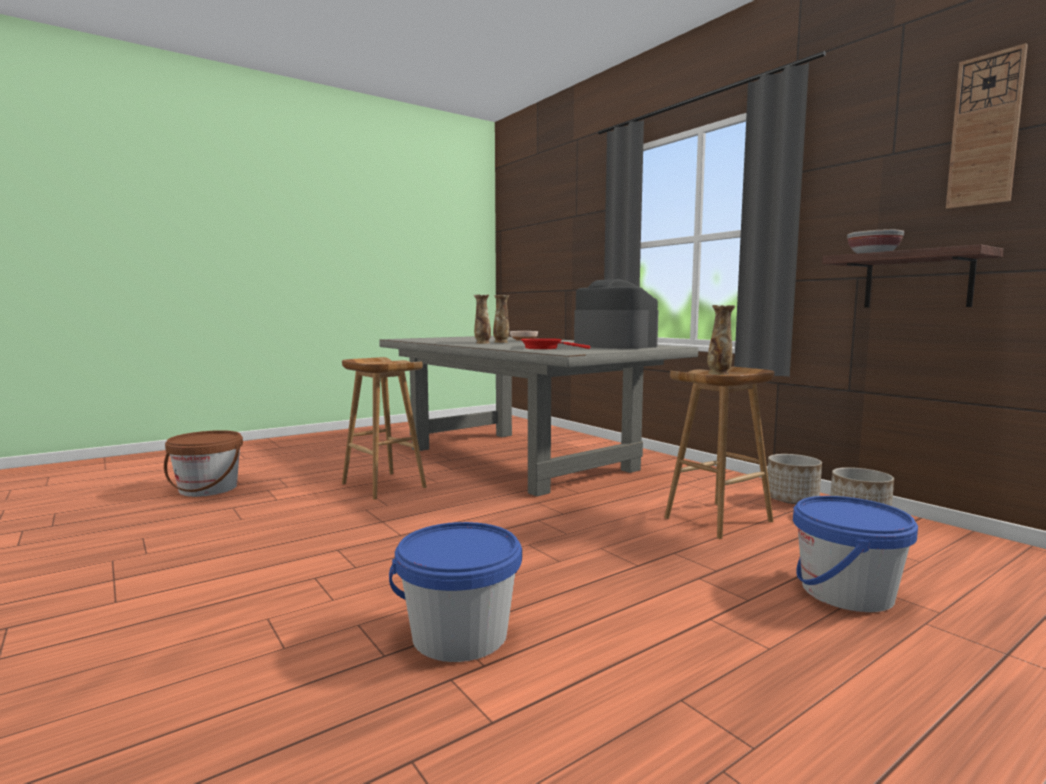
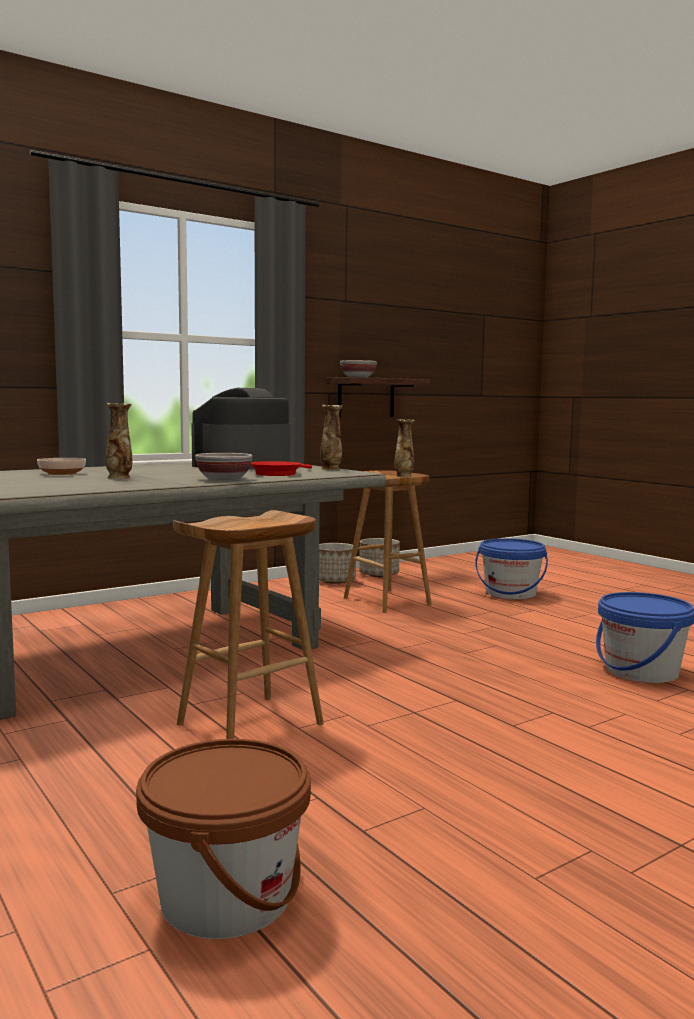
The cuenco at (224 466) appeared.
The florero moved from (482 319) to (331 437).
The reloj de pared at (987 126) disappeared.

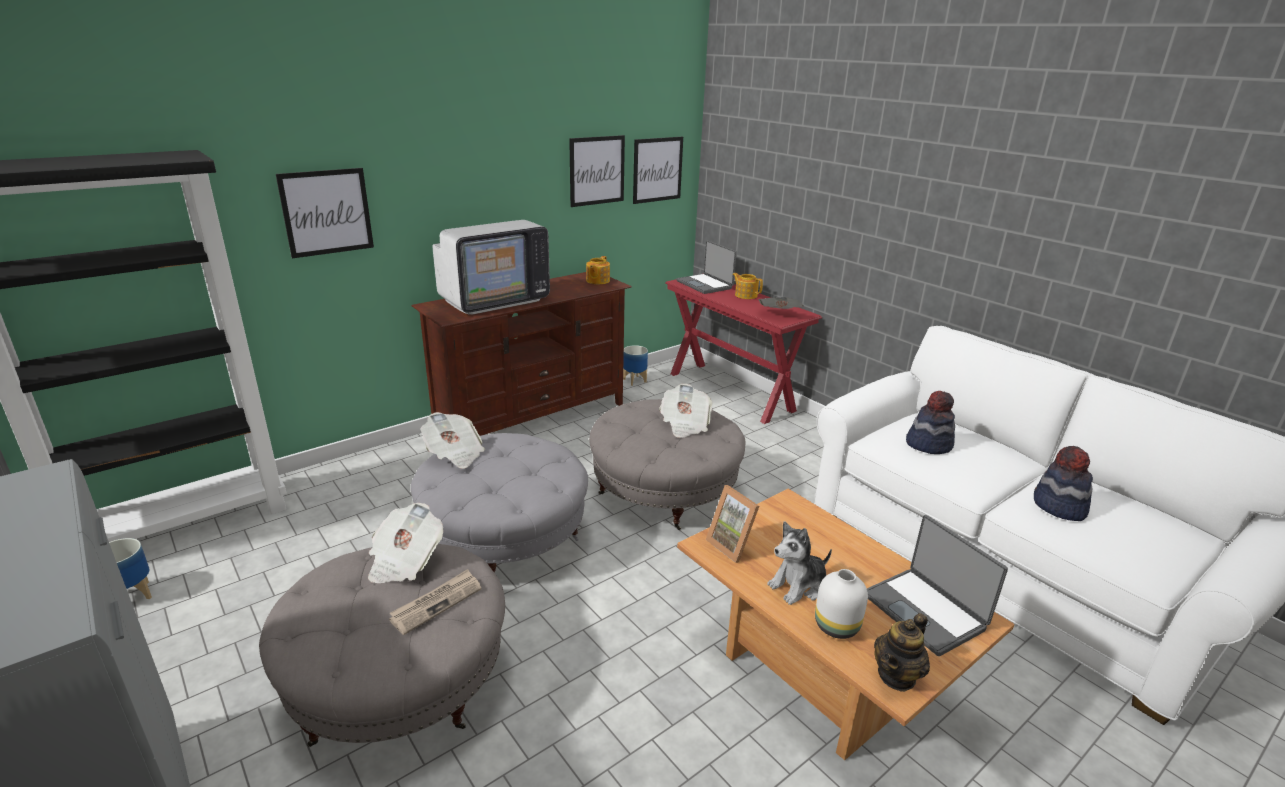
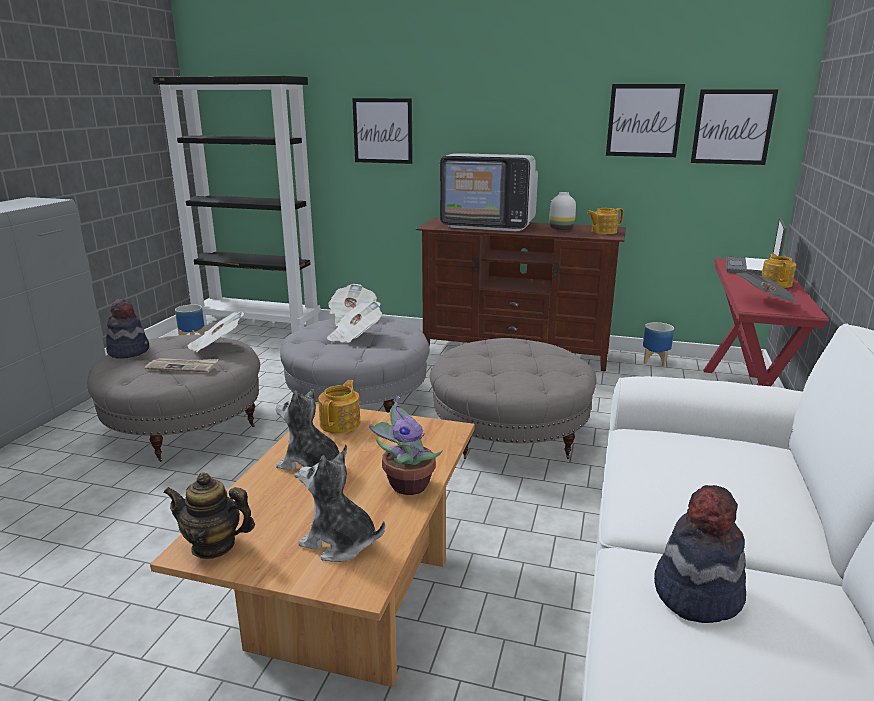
The sombrero moved from (930 422) to (127 329).
The portátil at (937 585) was replaced by the peluche at (341 506).
The portarretratos at (732 524) was replaced by the tetera at (339 407).
The periódico moved from (685 411) to (354 322).
The planta en maceta at (406 445) appeared.
The florero [blanco] moved from (841 604) to (562 211).

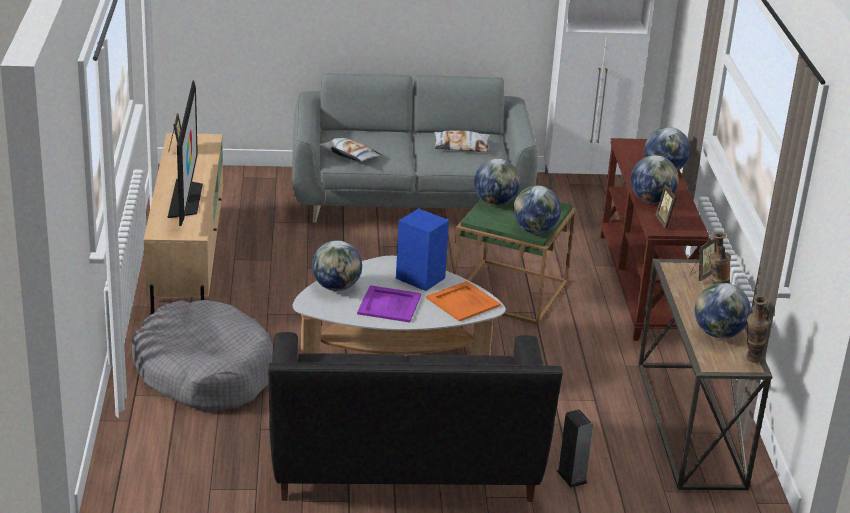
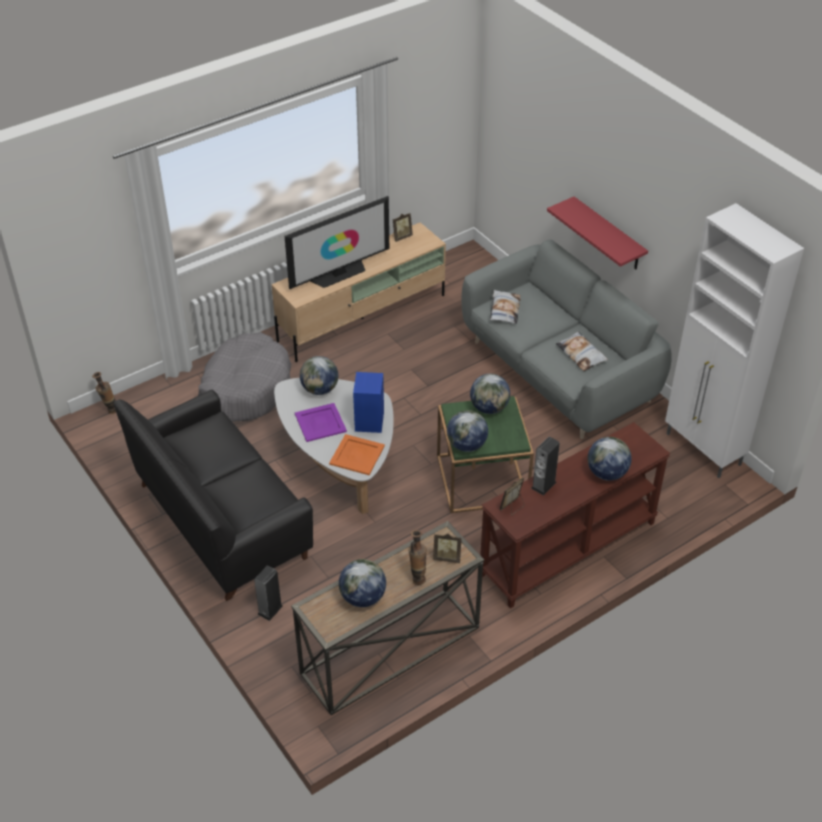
The florero moved from (758 329) to (104 393).
The globo terráqueo at (655 179) was replaced by the altavoz at (545 466).
The estante [rojo] at (597 233) appeared.

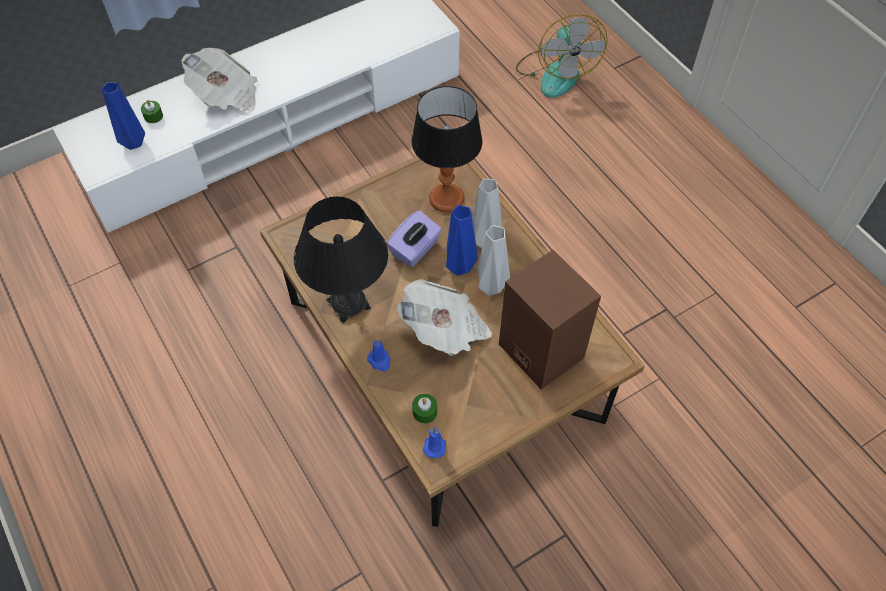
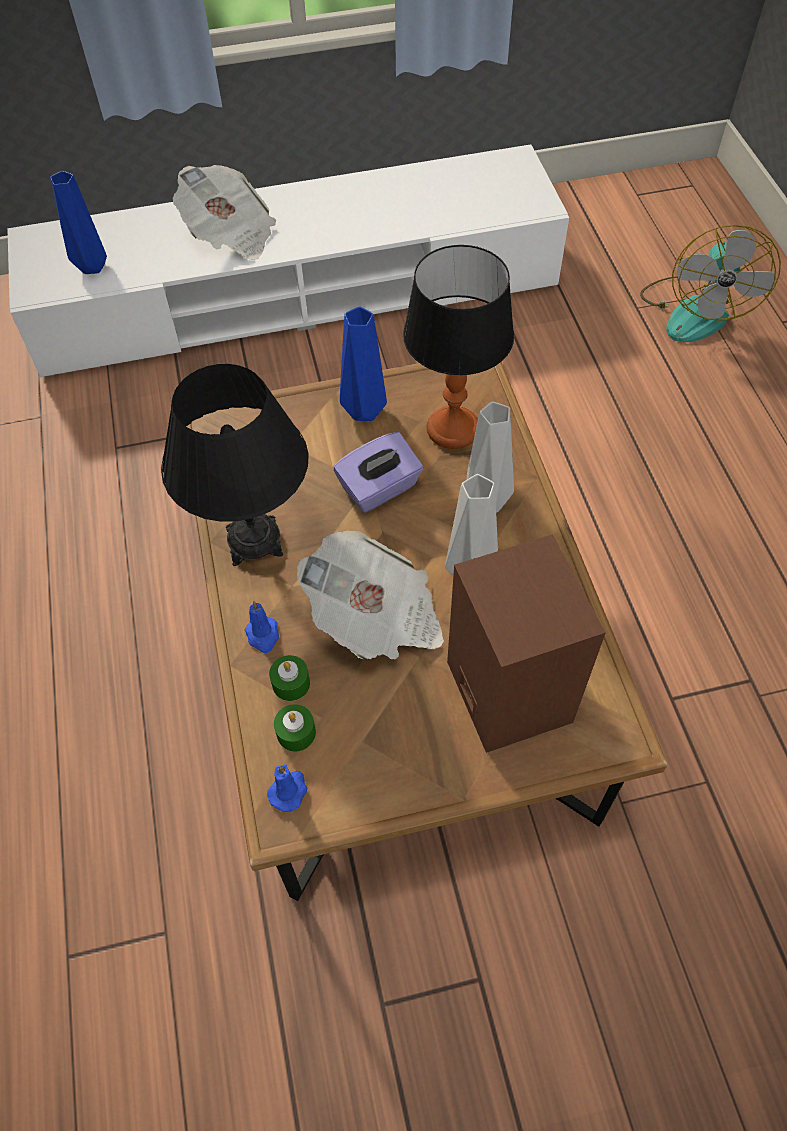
The vela [verde] moved from (152 111) to (289 678).
The florero [azul] moved from (462 240) to (363 363).

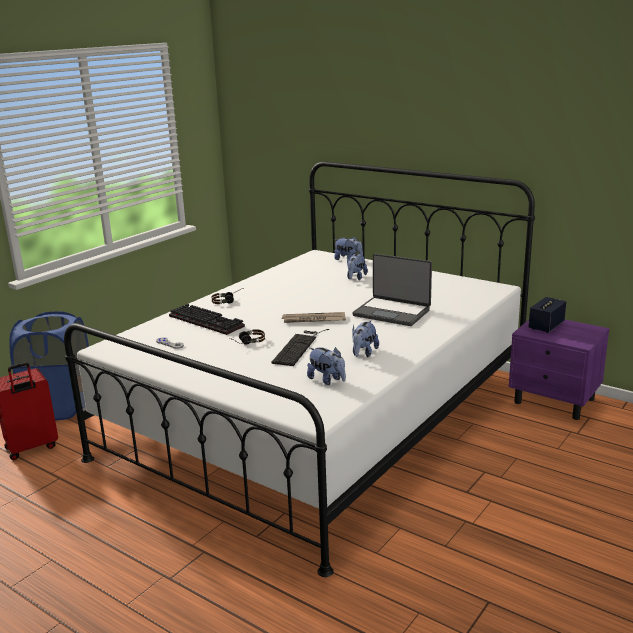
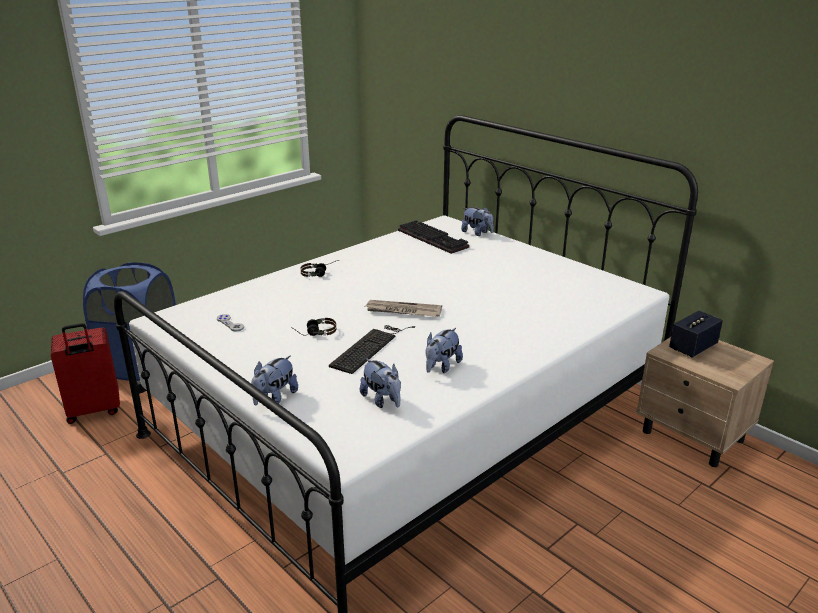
The peluche moved from (357 266) to (274 380).
The teclado moved from (207 319) to (433 237).
The mesita de noche [morado] at (559 370) became the mesita de noche [beis] at (705 402).
The portátil at (392 290) disappeared.

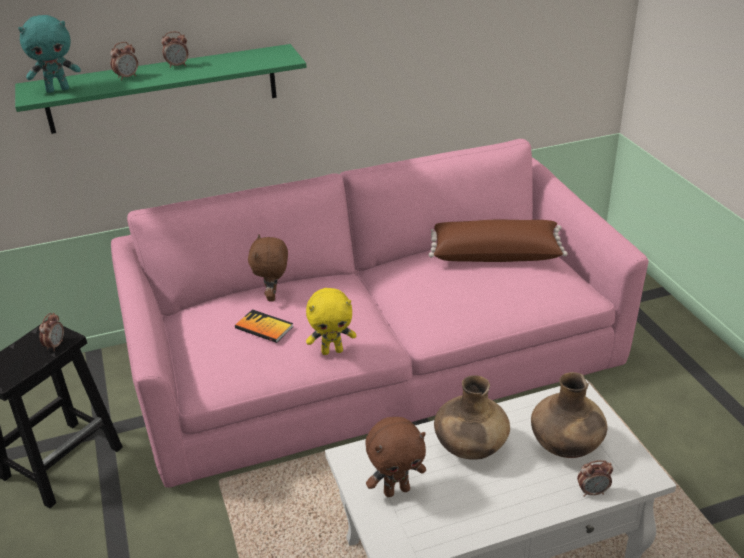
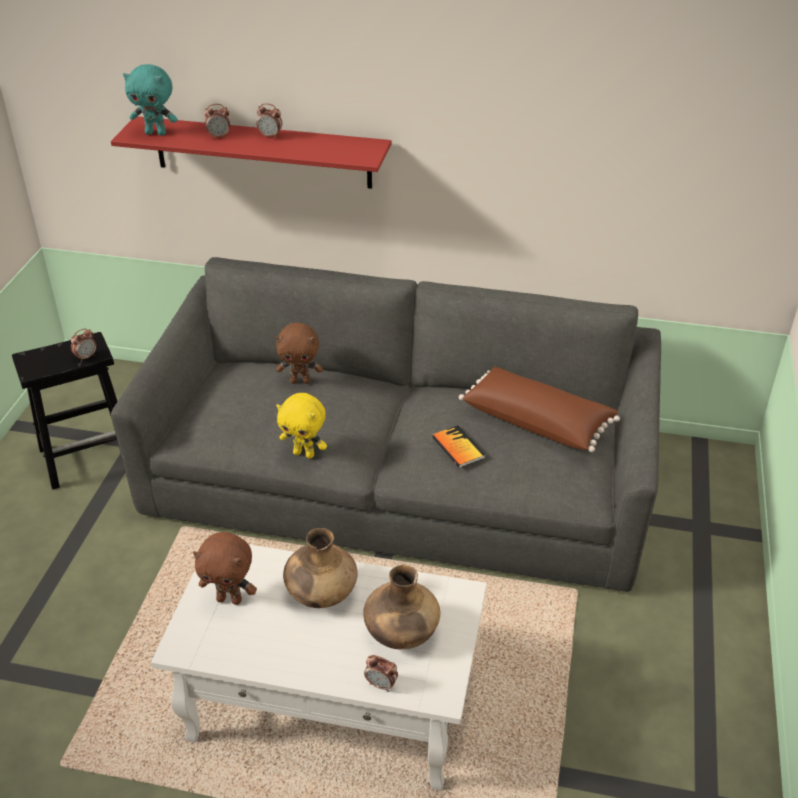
The estante [verde] at (161 89) became the estante [rojo] at (251 152).
The sofá [rosa] at (379 313) became the sofá [gris] at (386 424).
The peluche [marrón] at (268 268) turned 120 degrees counterclockwise.
The libro moved from (264 326) to (458 446).

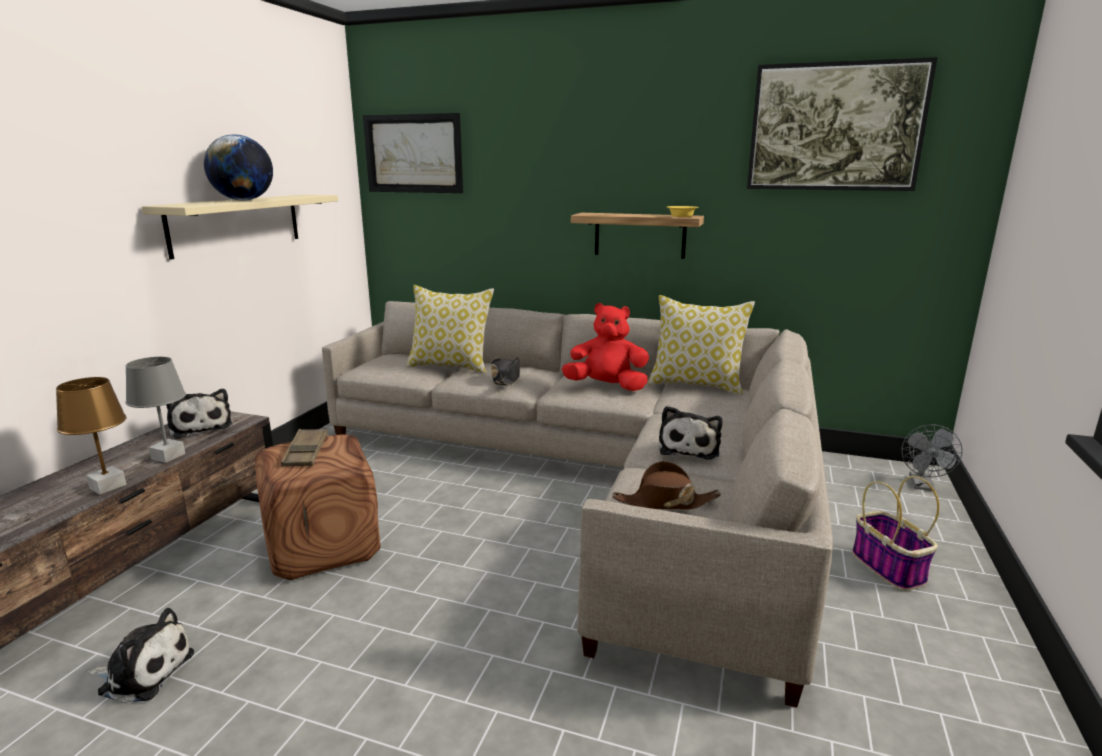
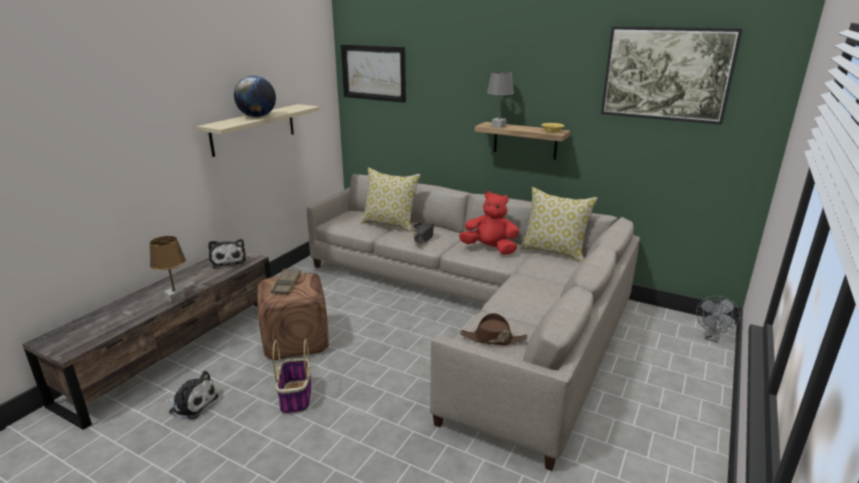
The cesta moved from (895 533) to (292 376).
The lámpara de mesa [gris] moved from (156 410) to (500 100).
The peluche at (690 433) disappeared.

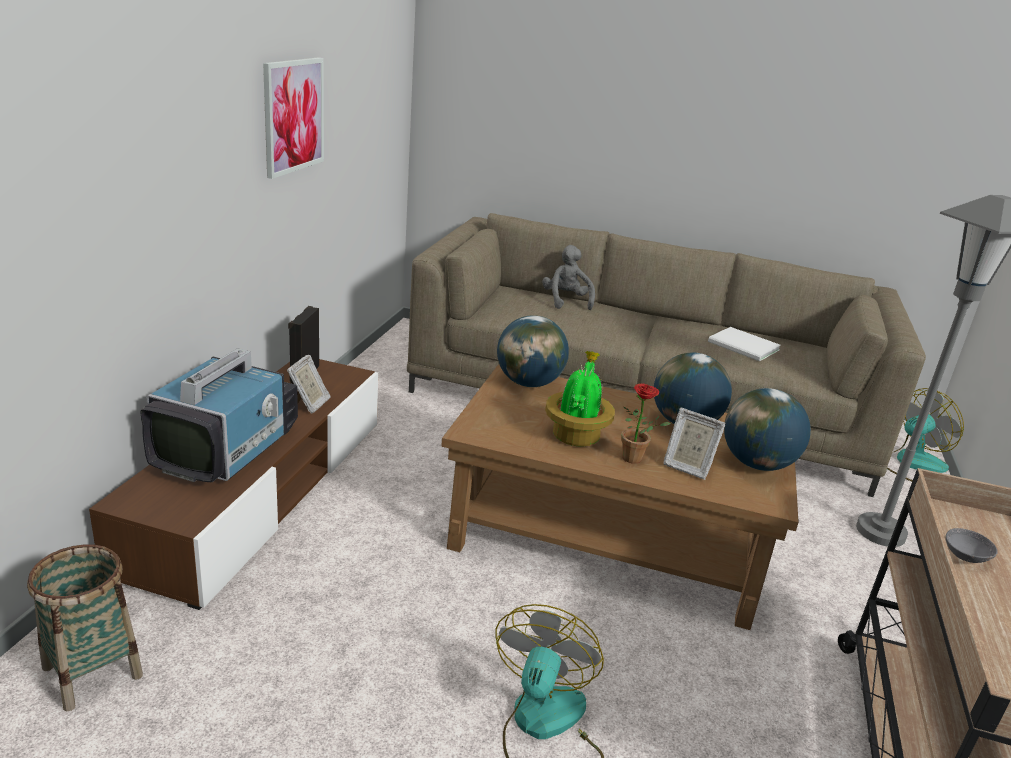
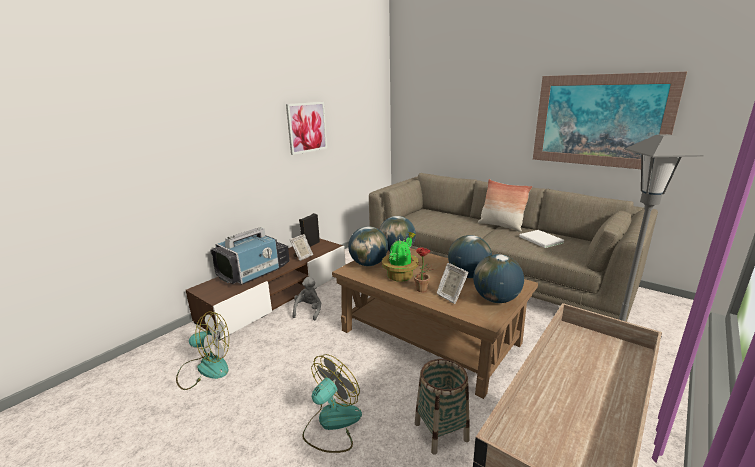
The ventilador moved from (925 435) to (202 351).
The peluche [gris] moved from (568 277) to (306 298).
The globo terráqueo at (368 246) appeared.
The cesta moved from (85 628) to (442 407).
The cojín at (505 205) appeared.
The cuadro at (610 120) appeared.
The cuenco [gris] at (972 545) disappeared.

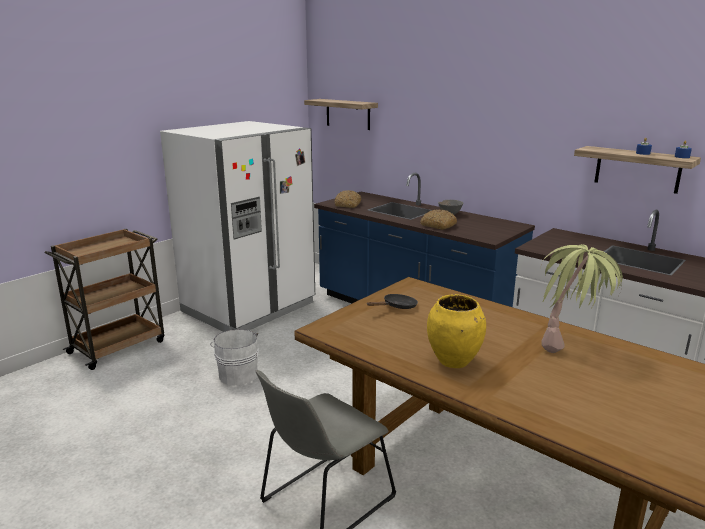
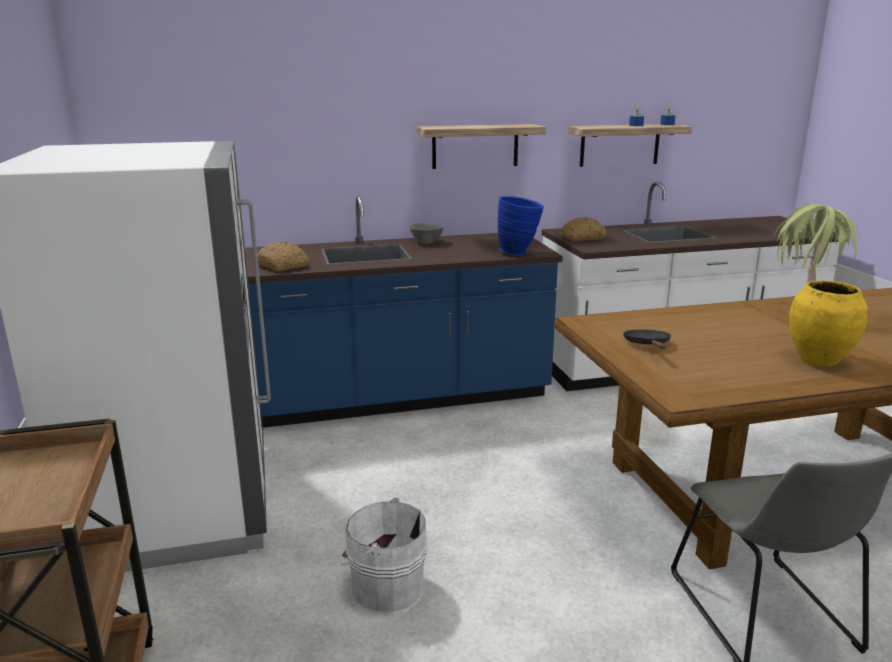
The estante moved from (341 114) to (481 146).
The florero [azul] at (520 226) appeared.
The pan moved from (438 219) to (583 229).

